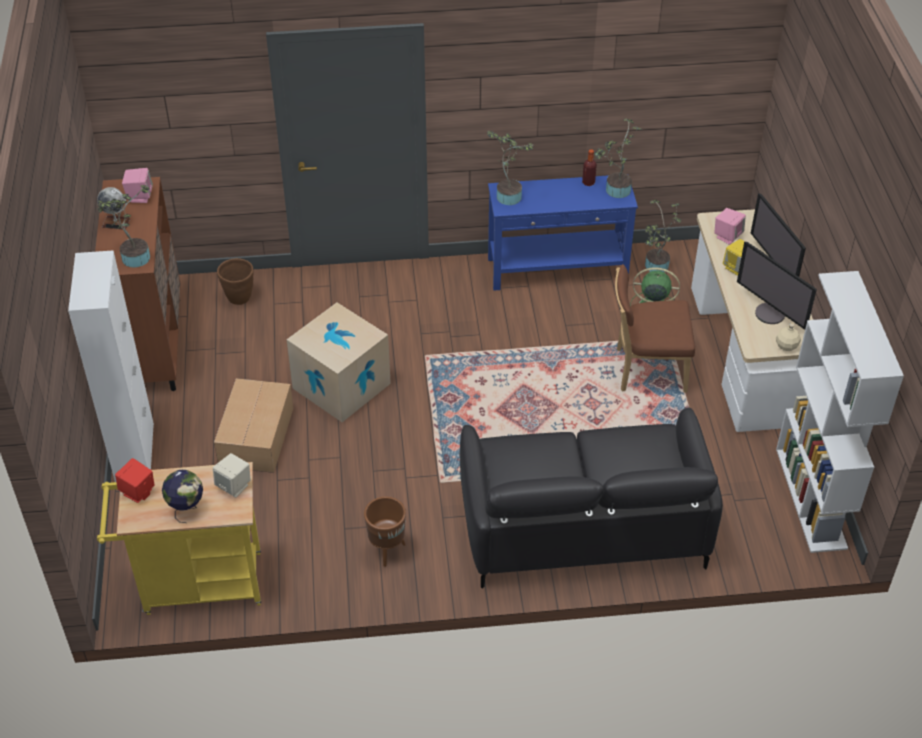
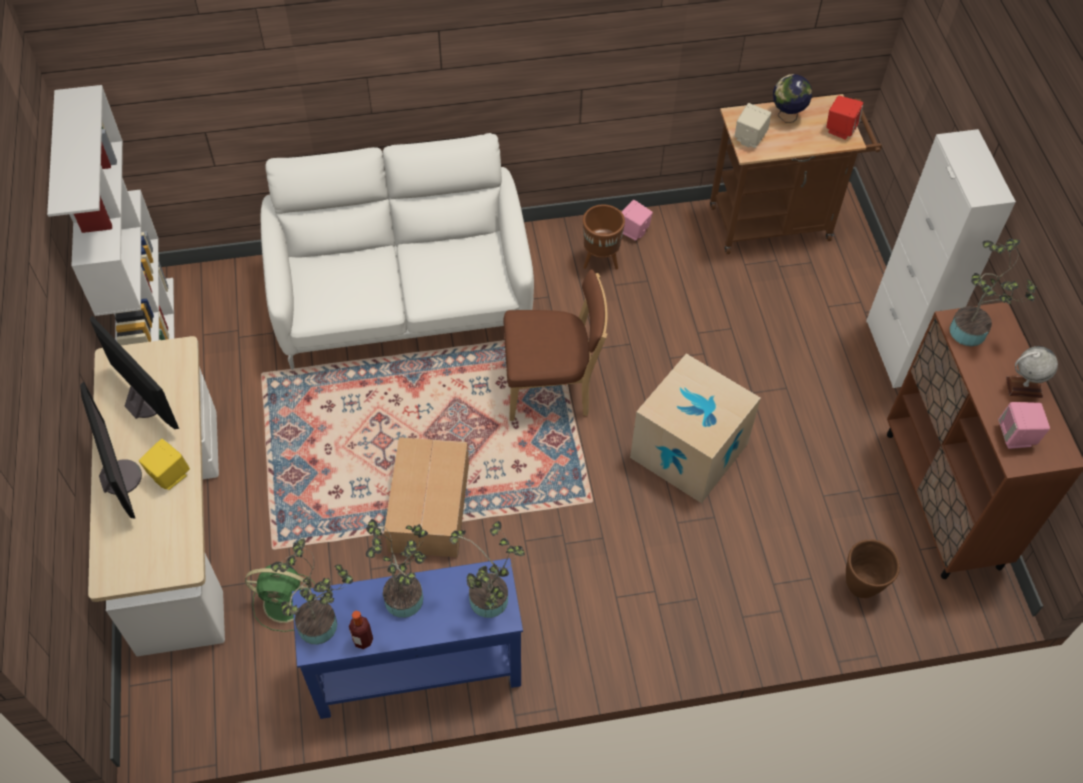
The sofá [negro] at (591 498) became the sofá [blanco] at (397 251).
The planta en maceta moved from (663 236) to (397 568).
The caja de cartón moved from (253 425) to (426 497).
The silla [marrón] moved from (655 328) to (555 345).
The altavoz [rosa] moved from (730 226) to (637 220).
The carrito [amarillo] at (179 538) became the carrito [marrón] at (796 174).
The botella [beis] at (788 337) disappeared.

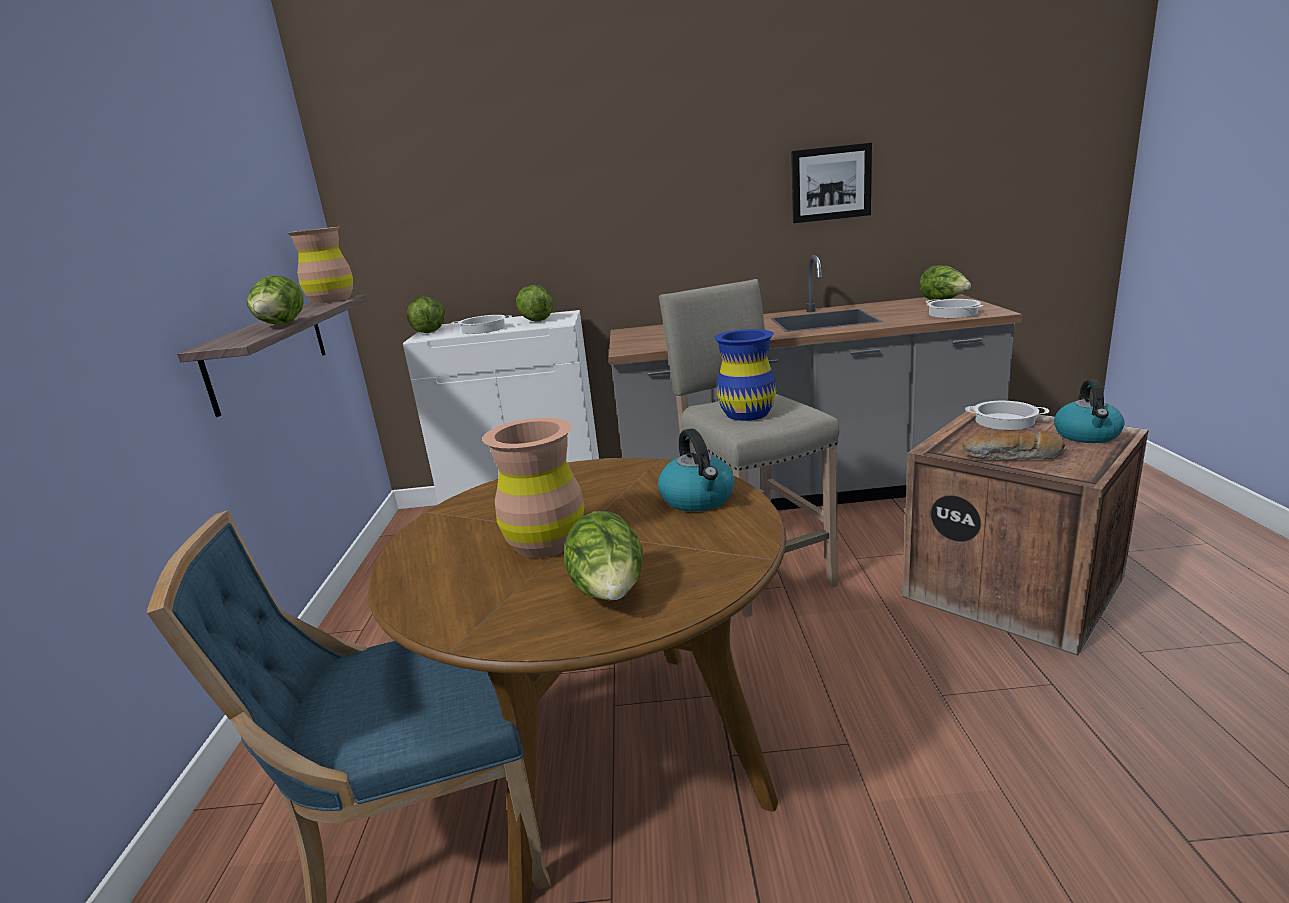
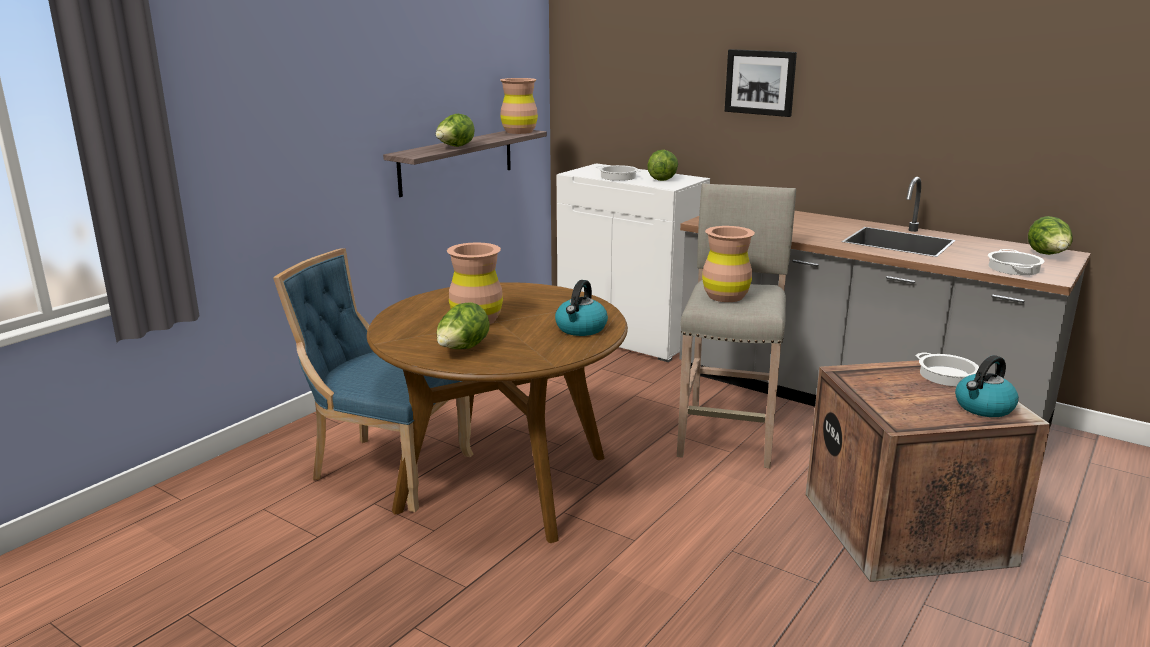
The florero [azul] at (745 375) became the florero [marrón] at (728 264).
The cuadro moved from (831 183) to (761 83).
The lechuga at (426 314) disappeared.
The pan at (1014 445) disappeared.

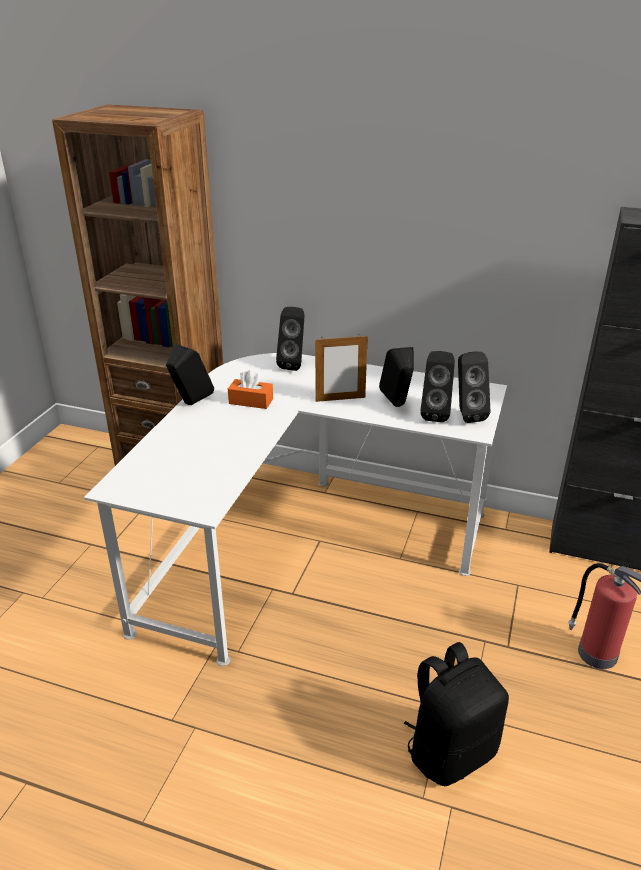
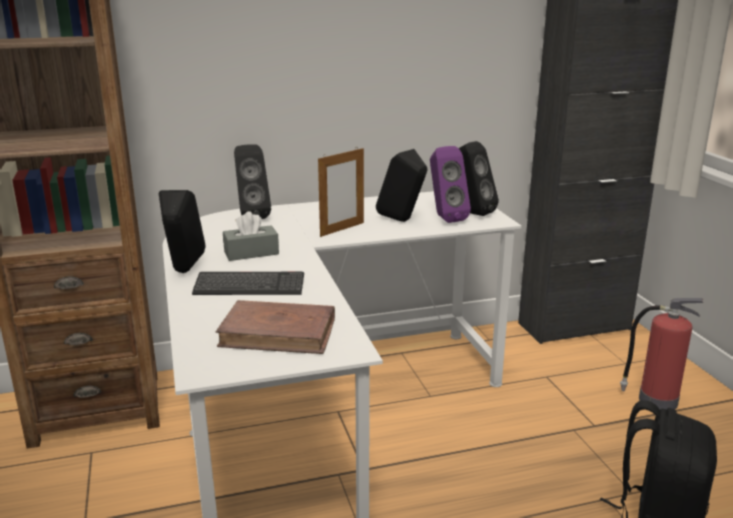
The teclado at (248 283) appeared.
The libro [marrón] at (275 327) appeared.
The caja de pañuelos [naranja] at (250 389) became the caja de pañuelos [gris] at (251 236).
The altavoz [negro] at (437 386) became the altavoz [morado] at (450 184).

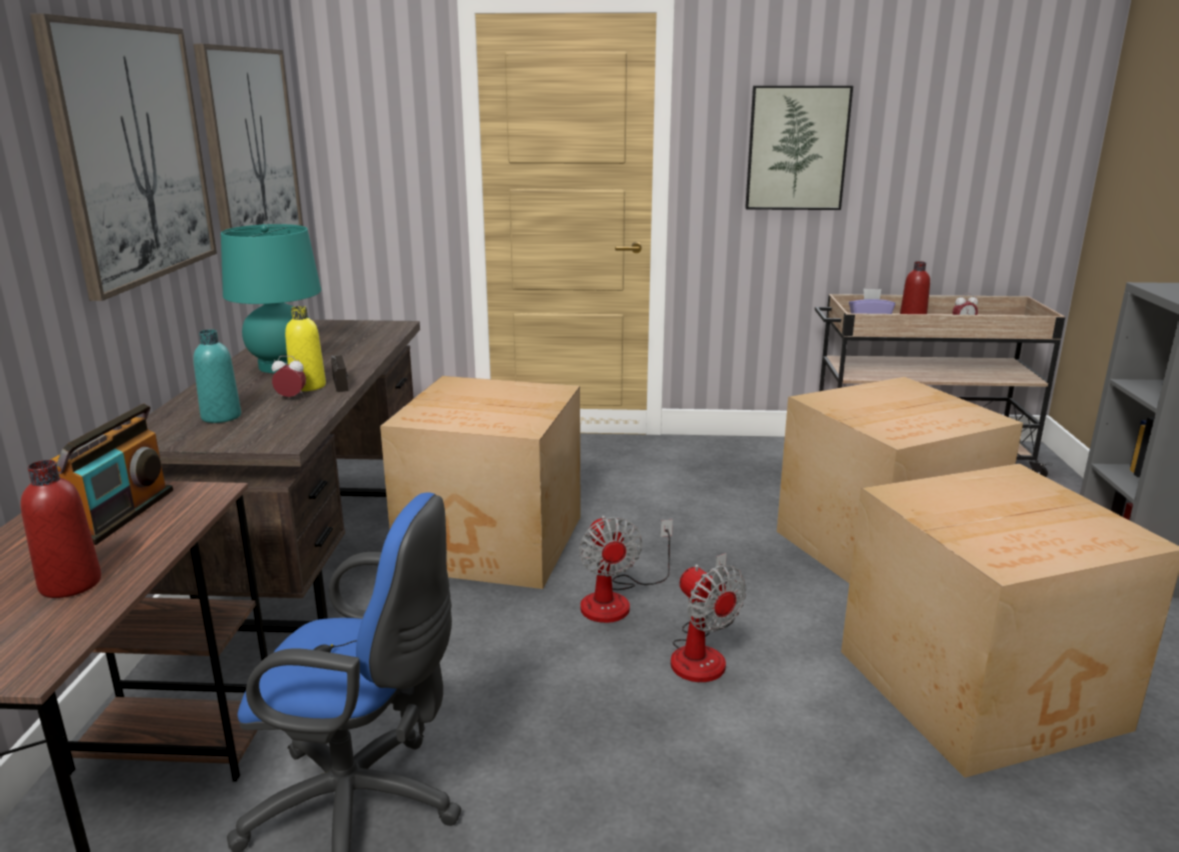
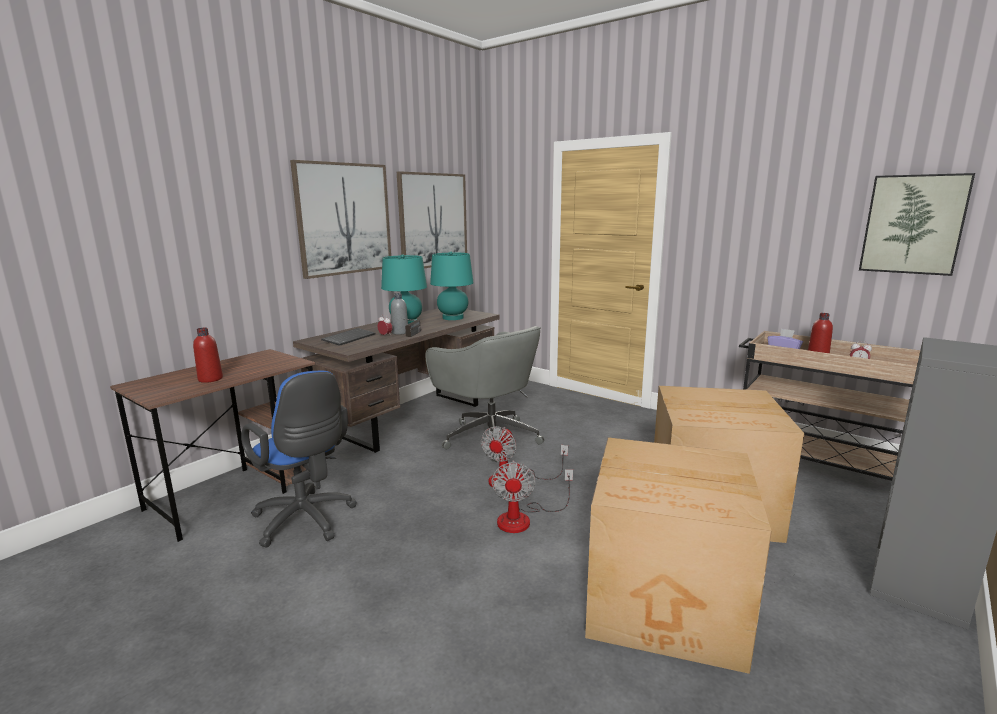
The botella [turquesa] at (217 376) was replaced by the teclado at (348 337).
The botella [amarillo] at (305 348) became the botella [gris] at (399 314).
The caja de cartón at (480 482) was replaced by the silla de oficina [gris] at (485 394).
The lámpara de mesa [turquesa] at (452 286) appeared.
The cuadro moved from (799 148) to (917 224).
The radio at (111 474) disappeared.

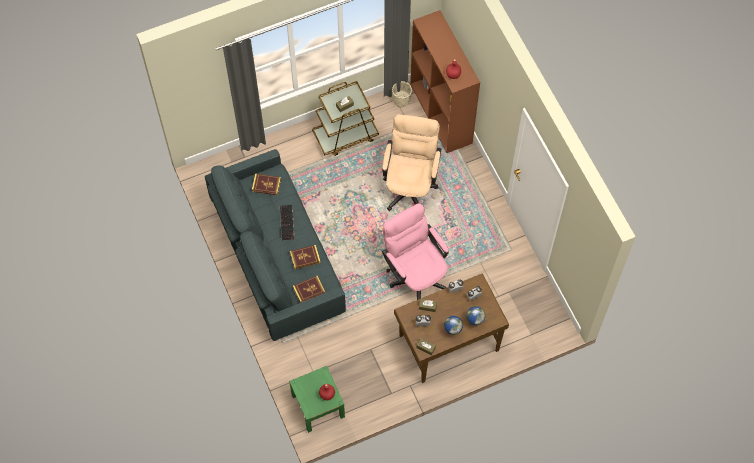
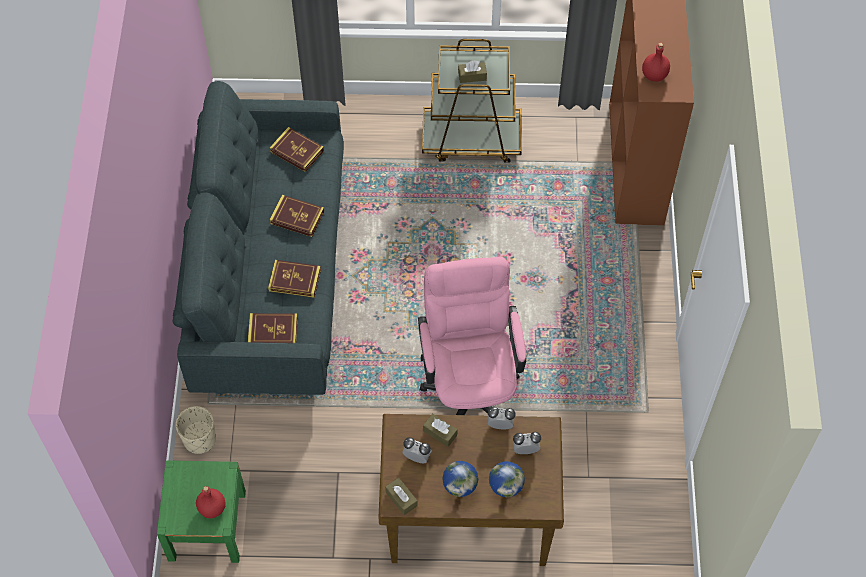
The maceta [beis] moved from (402 94) to (196 430).
The teclado at (287 222) was replaced by the libro at (297 216).
The silla de oficina [beis] at (411 162) disappeared.

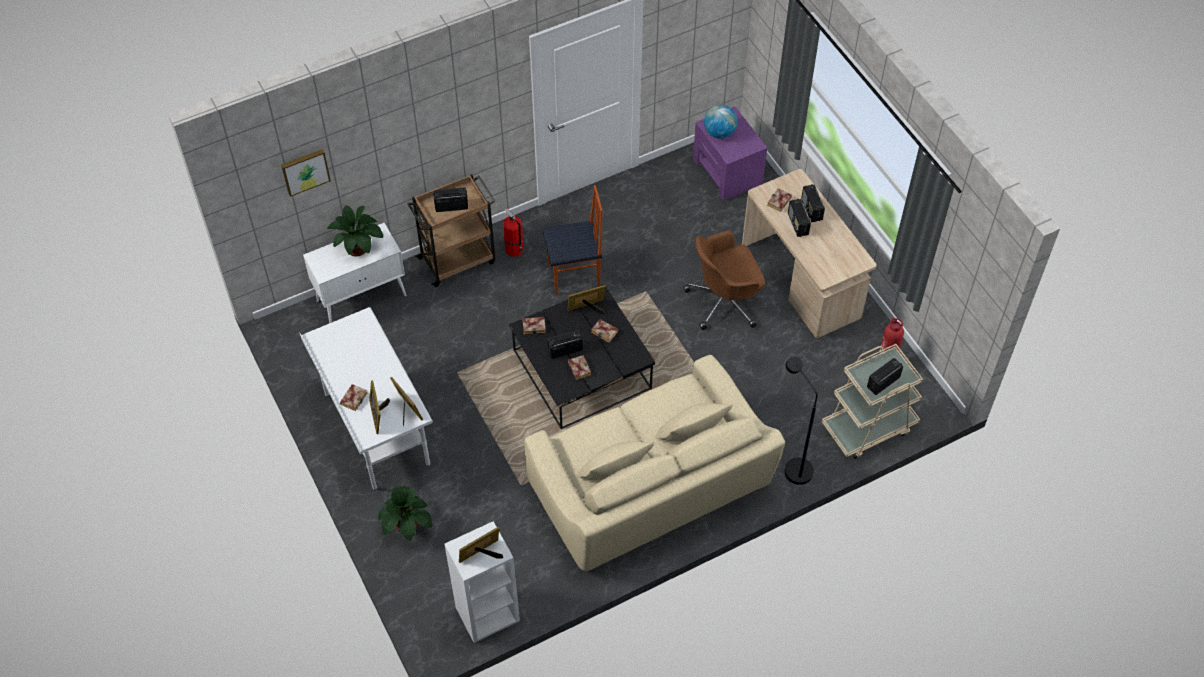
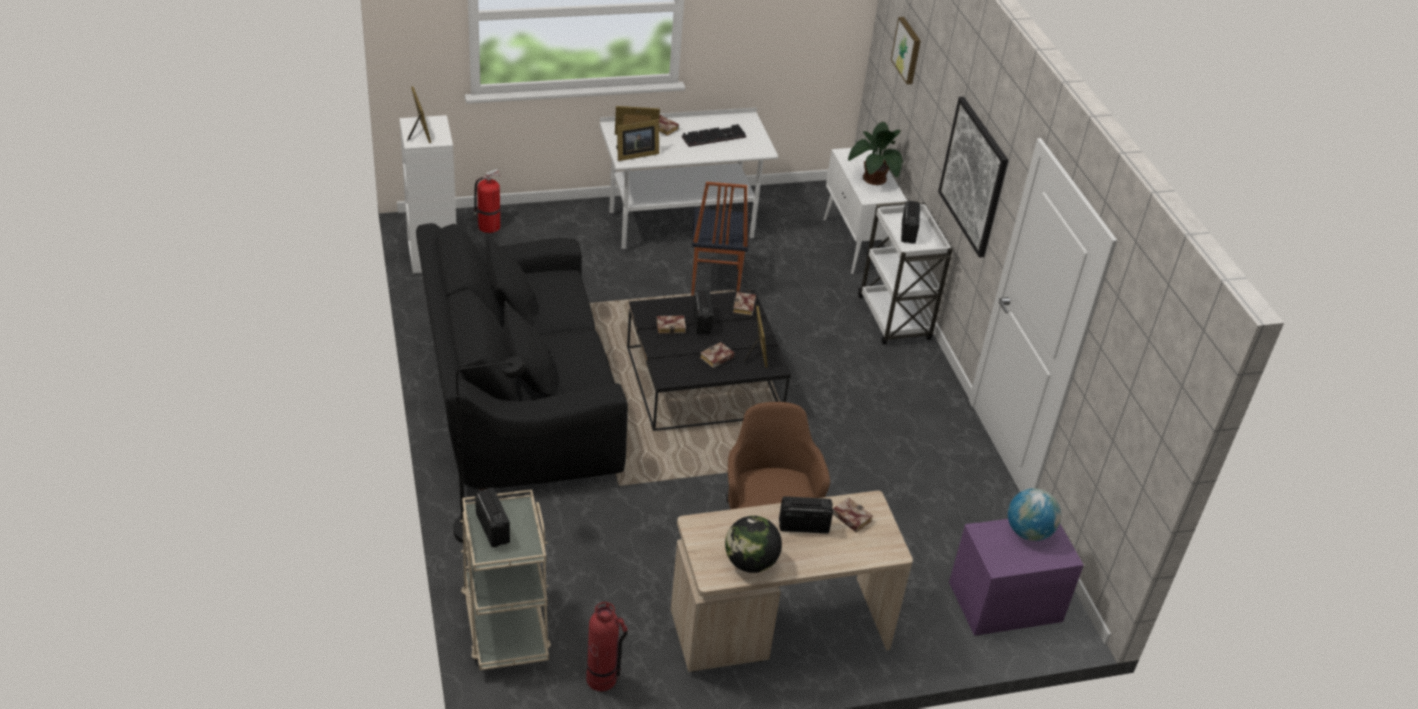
The sofá [beis] at (655 463) became the sofá [negro] at (522 356).
The extintor moved from (513 232) to (487 201).
The teclado at (714 135) appeared.
The silla moved from (573 240) to (720 239).
The globo terráqueo at (753 544) appeared.
The carrito [marrón] at (451 230) became the carrito [blanco] at (905 273).
The cuadro at (973 177) appeared.
The planta en maceta at (405 513) disappeared.
The radio at (813 203) disappeared.

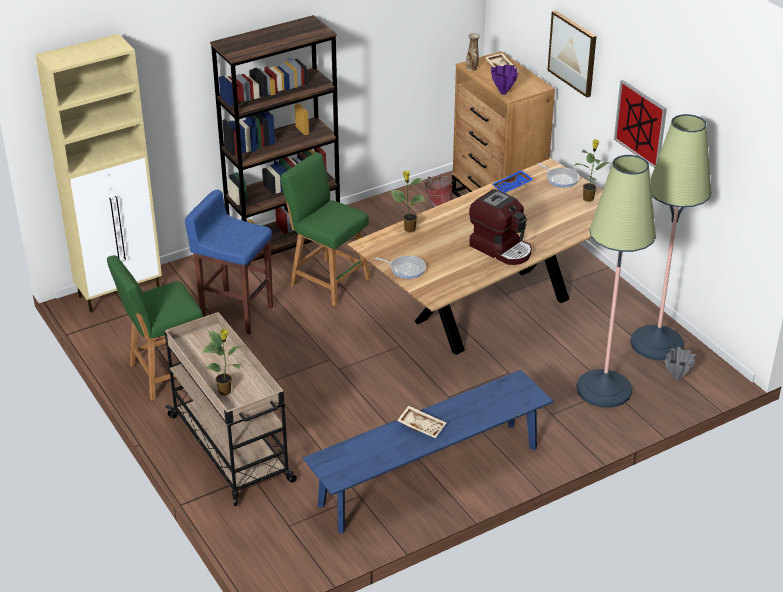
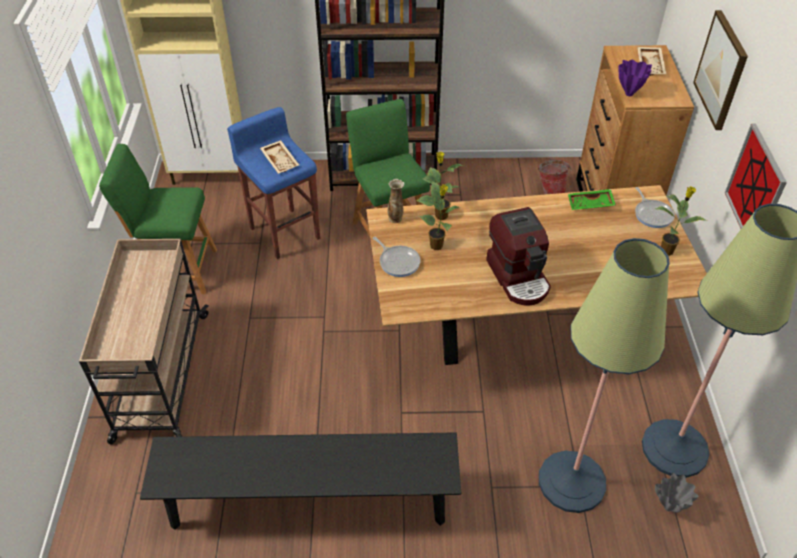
The banco [azul] at (428 451) became the banco [negro] at (300 481).
The bandeja [beis] moved from (421 422) to (279 157).
The florero moved from (473 52) to (396 201).
The planta en maceta moved from (221 362) to (438 215).
The bandeja [azul] at (513 181) became the bandeja [verde] at (592 199).

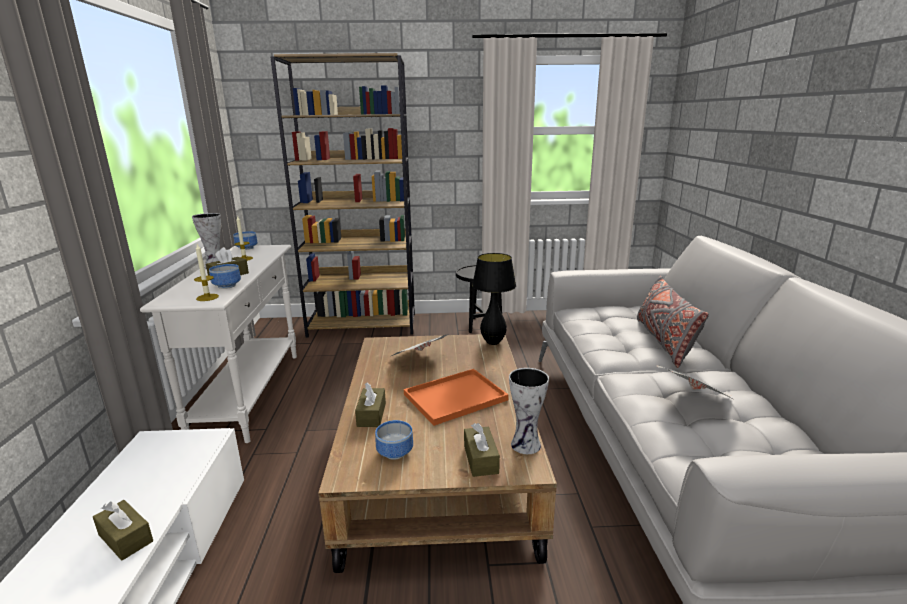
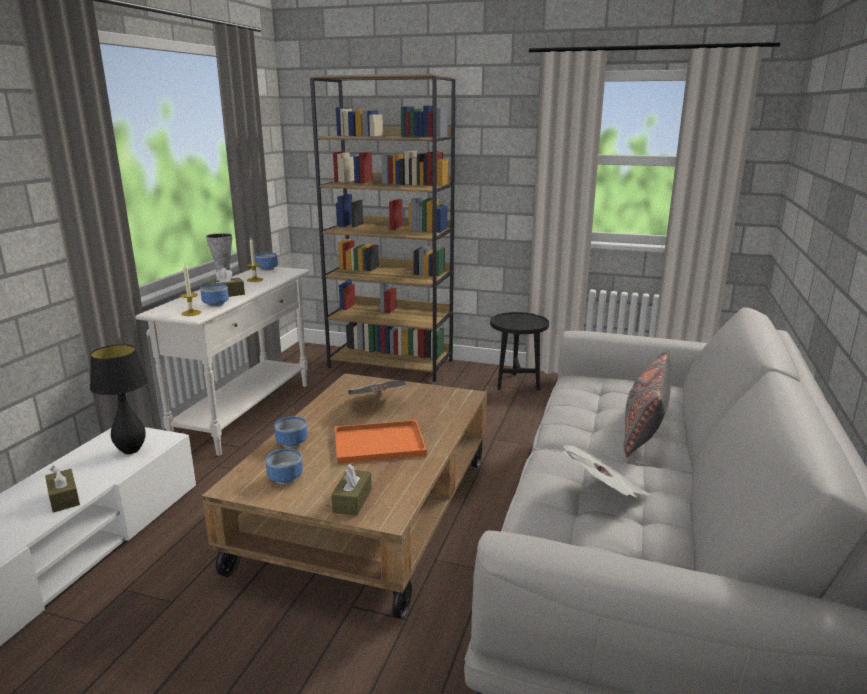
The lámpara de mesa [negro] moved from (494 299) to (119 399).
The caja de pañuelos [marrón] at (370 404) was replaced by the cuenco at (291 432).
The florero at (529 411) disappeared.

